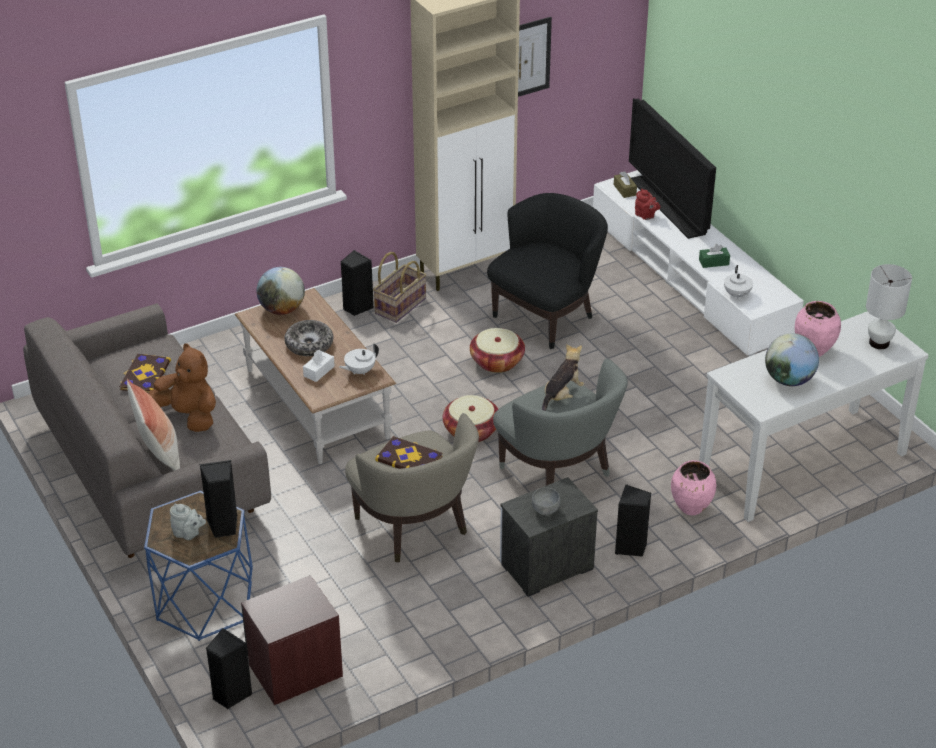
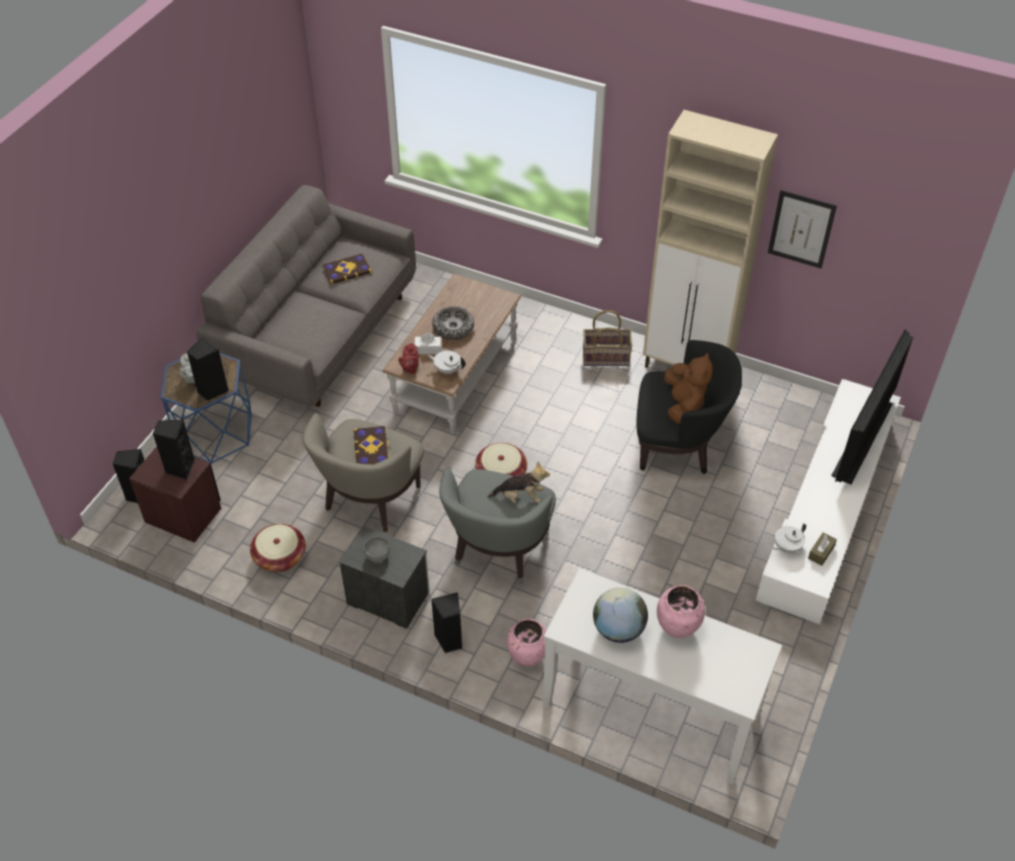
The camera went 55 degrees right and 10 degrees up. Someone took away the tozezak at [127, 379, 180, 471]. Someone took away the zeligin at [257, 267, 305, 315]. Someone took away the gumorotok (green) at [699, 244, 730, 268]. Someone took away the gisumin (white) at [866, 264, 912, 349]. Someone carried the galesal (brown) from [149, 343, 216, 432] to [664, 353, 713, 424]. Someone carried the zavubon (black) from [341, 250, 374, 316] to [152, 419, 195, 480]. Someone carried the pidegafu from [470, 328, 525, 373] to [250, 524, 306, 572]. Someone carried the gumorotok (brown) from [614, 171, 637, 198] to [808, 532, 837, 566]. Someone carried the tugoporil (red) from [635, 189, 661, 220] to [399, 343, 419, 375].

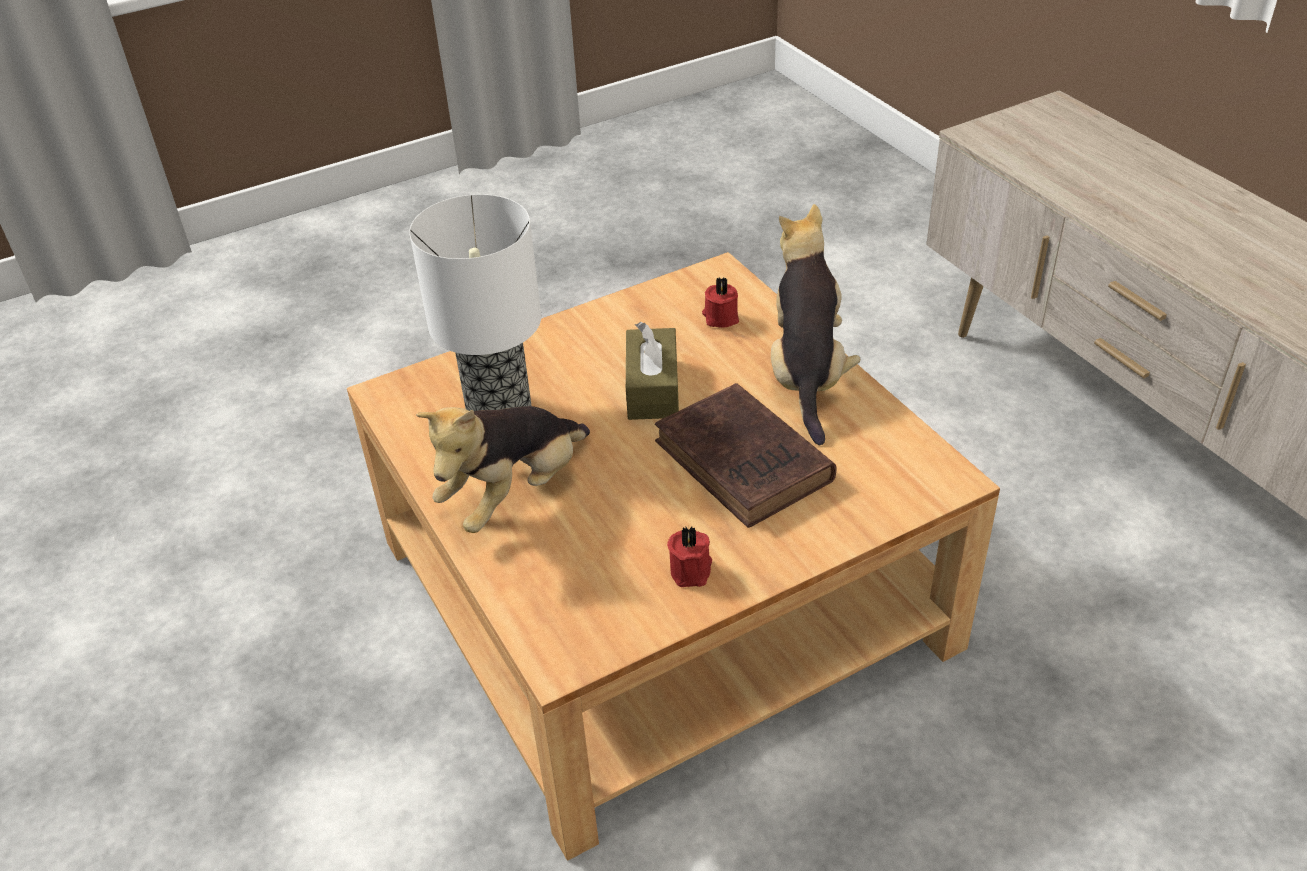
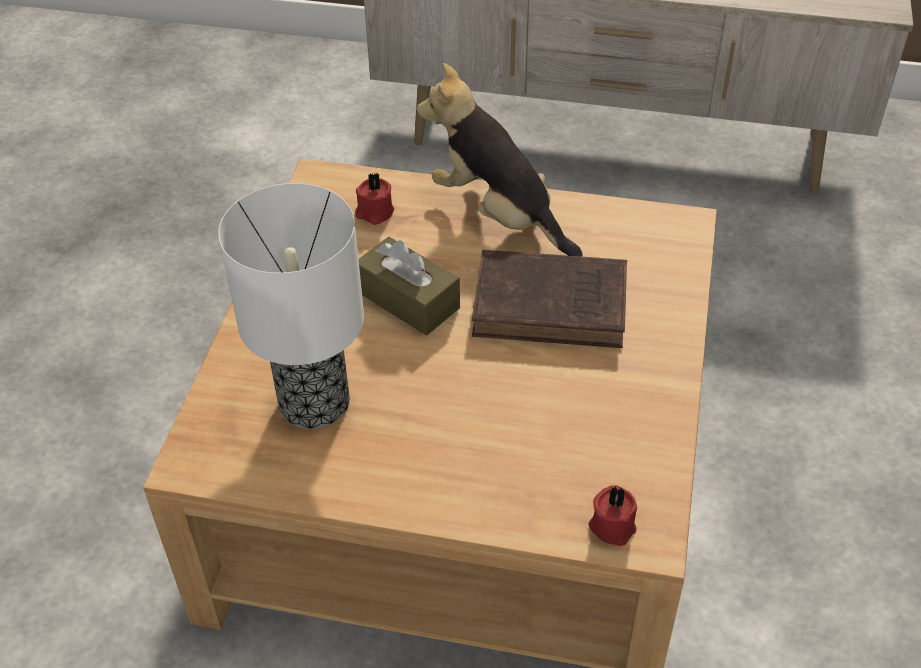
The camera went 50 degrees left and 5 degrees up. Someone took away the galesal at [416, 406, 590, 533]. Someone carried the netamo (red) from [667, 526, 712, 587] to [589, 485, 637, 546].

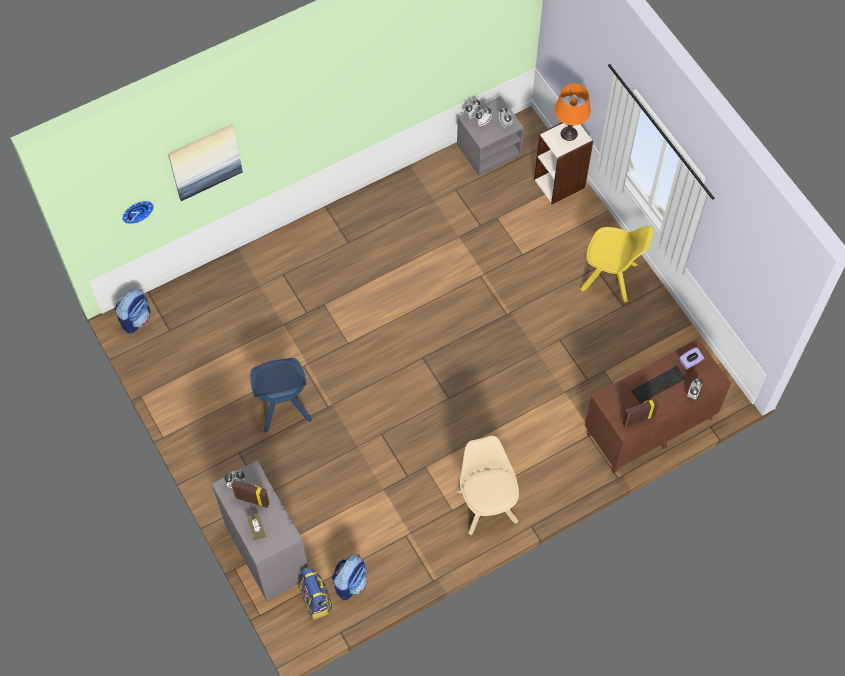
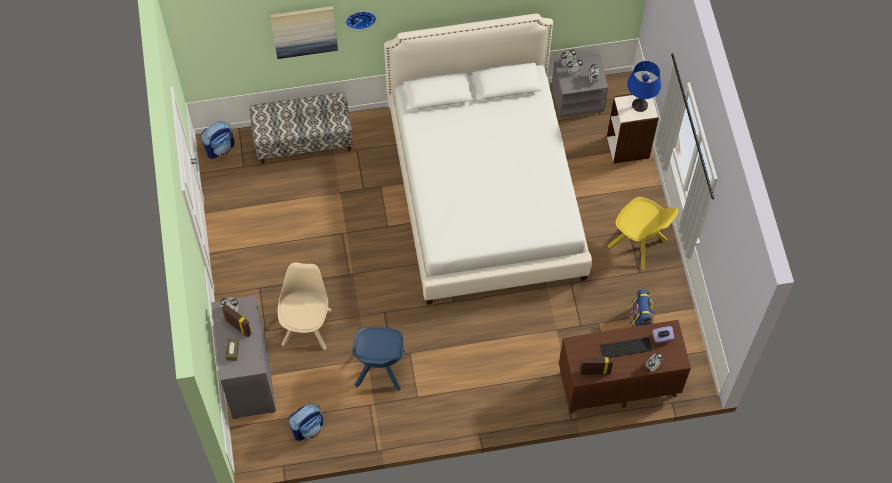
The camera went 20 degrees right and 0 degrees up. Someone put down the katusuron at [250, 92, 353, 164]. Someone put down the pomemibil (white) at [384, 14, 592, 305]. Someone carried the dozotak from [122, 201, 154, 224] to [346, 11, 376, 30]. Someone carried the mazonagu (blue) from [250, 358, 312, 433] to [352, 327, 405, 392]. Someone carried the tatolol from [299, 568, 333, 620] to [629, 289, 654, 327]. Someone carried the mazonagu (beige) from [456, 436, 519, 536] to [278, 262, 332, 350]. Someone repainted the gisumin (orange) at [554, 84, 591, 141], which became the gisumin (blue) at [627, 61, 661, 112].

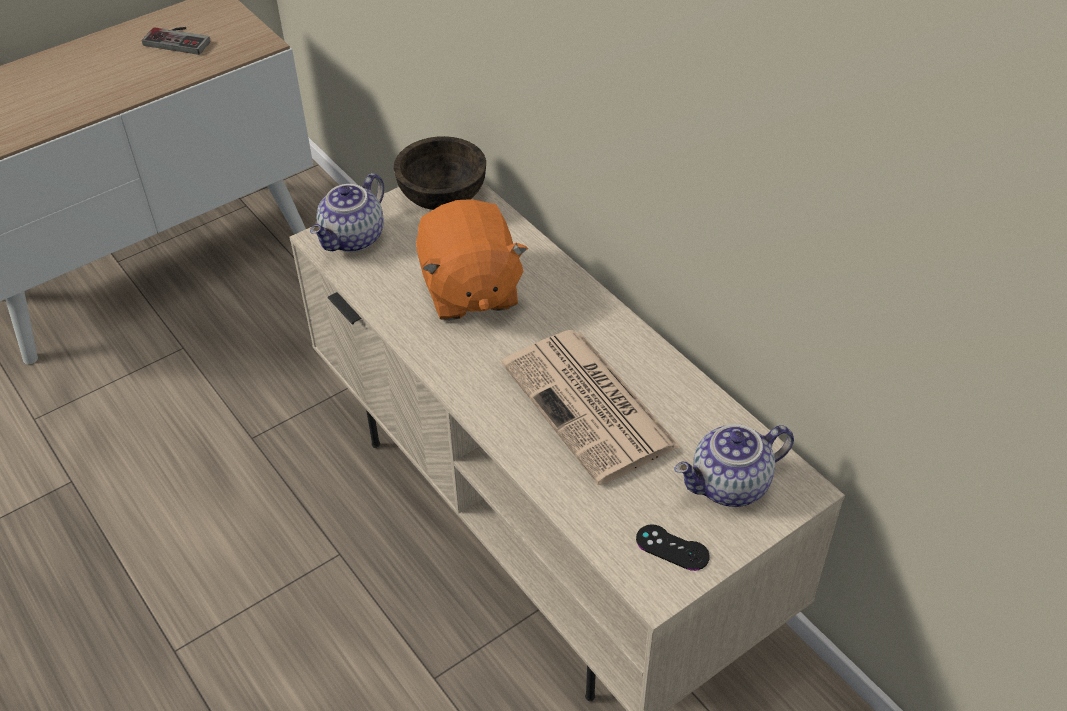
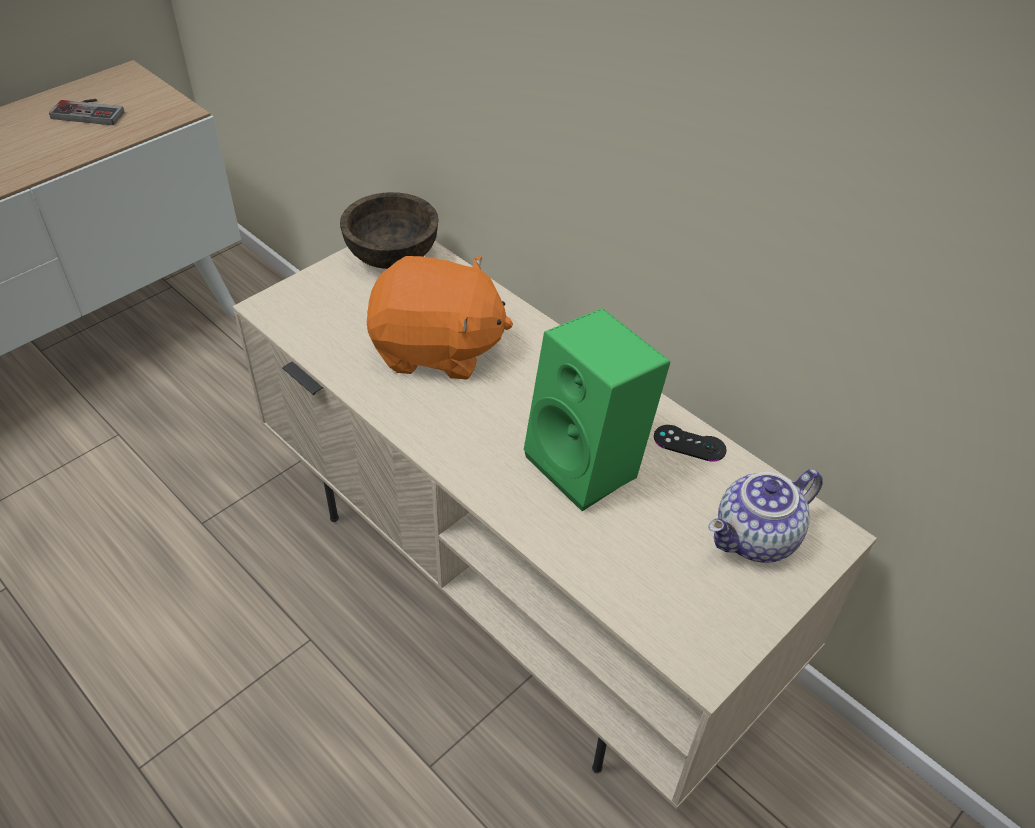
The camera went 10 degrees left and 0 degrees up. Someone took away the tugoporil at [310, 173, 384, 252]. Someone carried the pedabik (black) from [636, 525, 710, 571] to [654, 425, 727, 462]. Someone swapped the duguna at [502, 330, 681, 485] for the zavubon (green) at [524, 308, 670, 511]. Someone rotated the galesal (orange) at [416, 199, 528, 321] by 60 degrees counterclockwise.

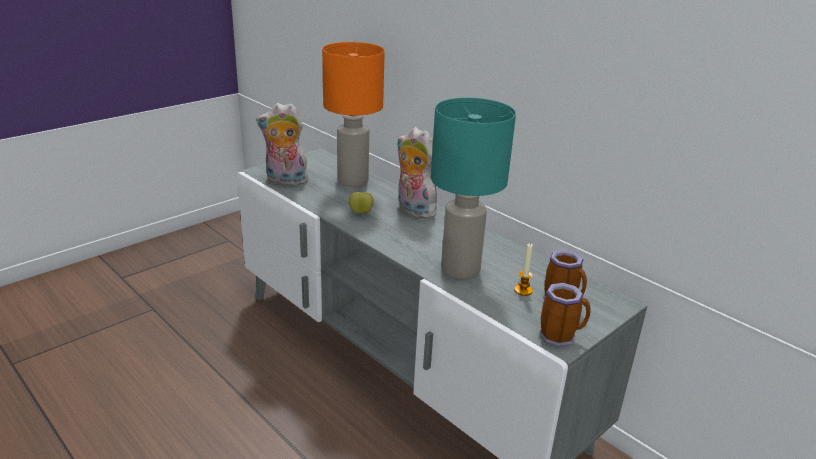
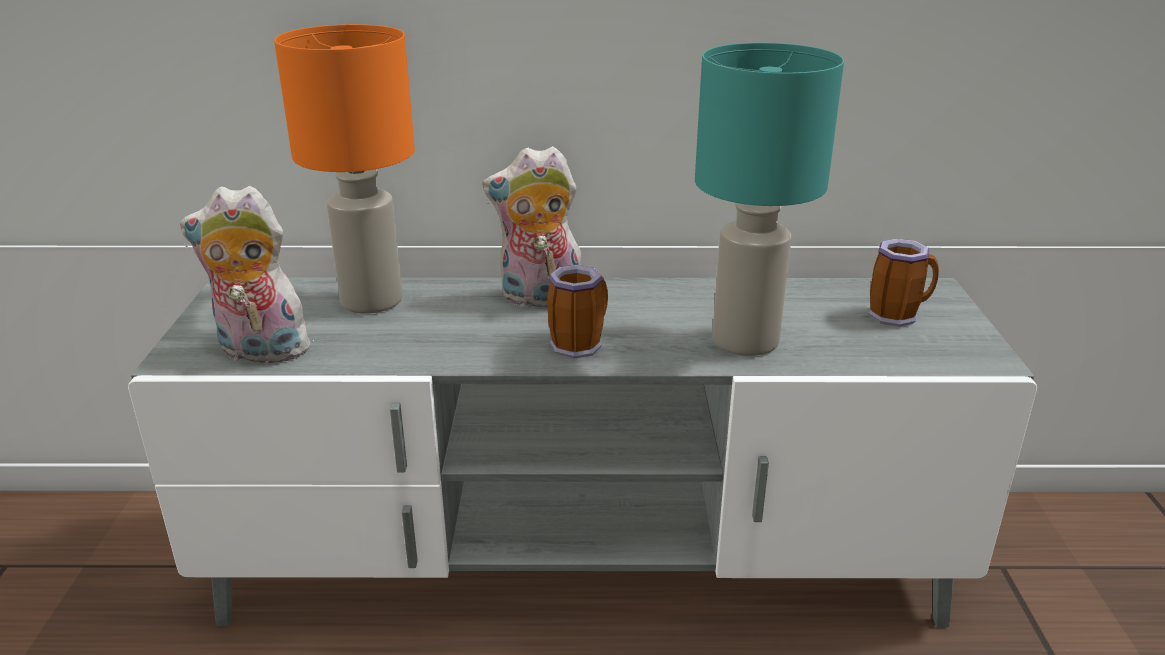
The camera went 45 degrees left and 0 degrees up. Someone took away the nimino at [349, 192, 374, 214]. Someone took away the netamo at [514, 243, 533, 296]. Someone carried the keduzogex from [539, 283, 591, 347] to [548, 265, 608, 359]. Someone rotated the galesal at [256, 103, 308, 186] by 45 degrees clockwise.

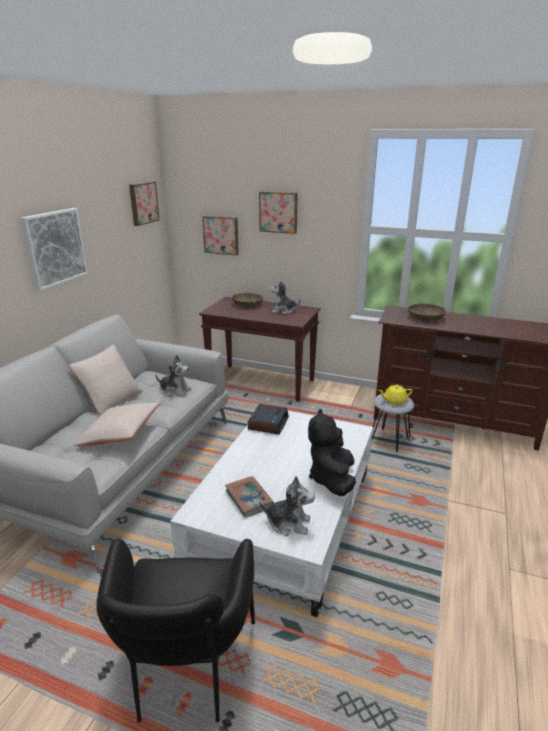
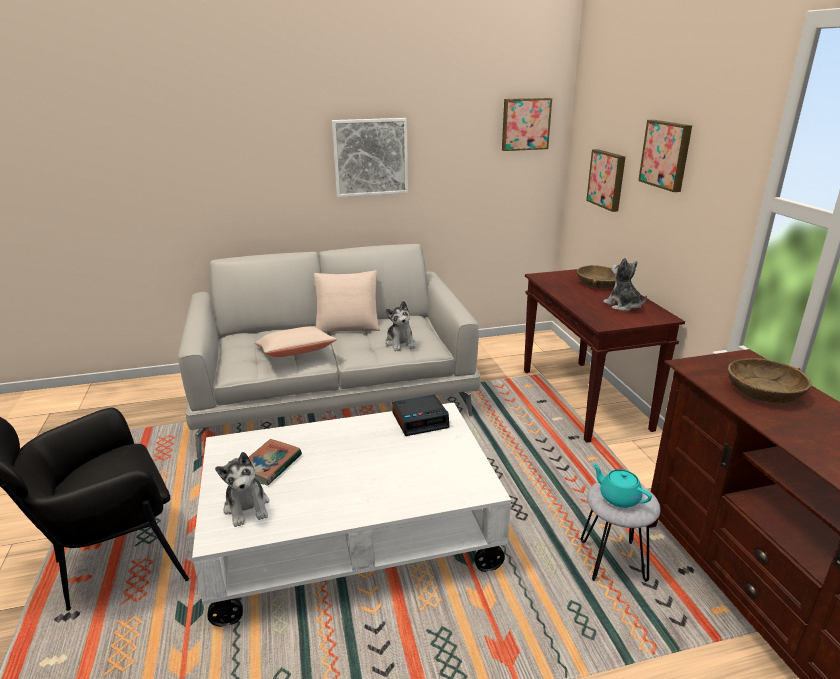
The camera went 55 degrees right and 0 degrees up. Someone took away the galesal (black) at [308, 409, 356, 496]. Someone repainted the tugoporil (yellow) at [378, 385, 413, 405], which became the tugoporil (turquoise) at [592, 463, 652, 508].

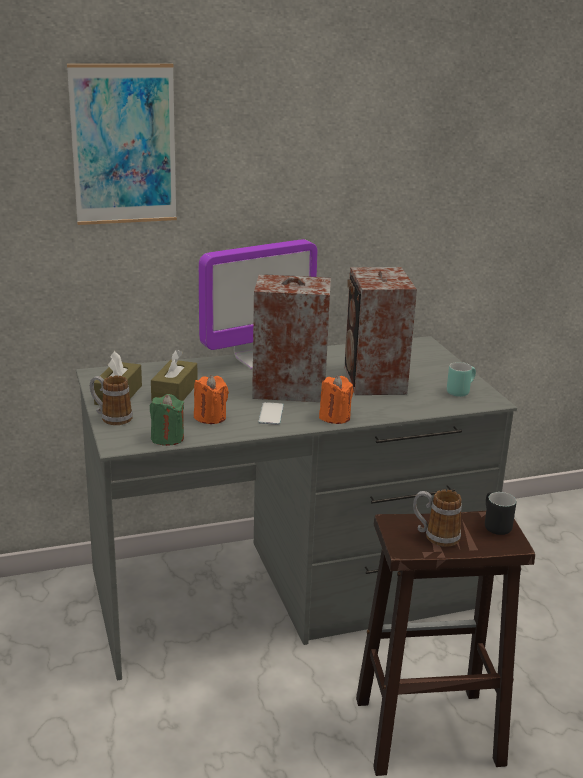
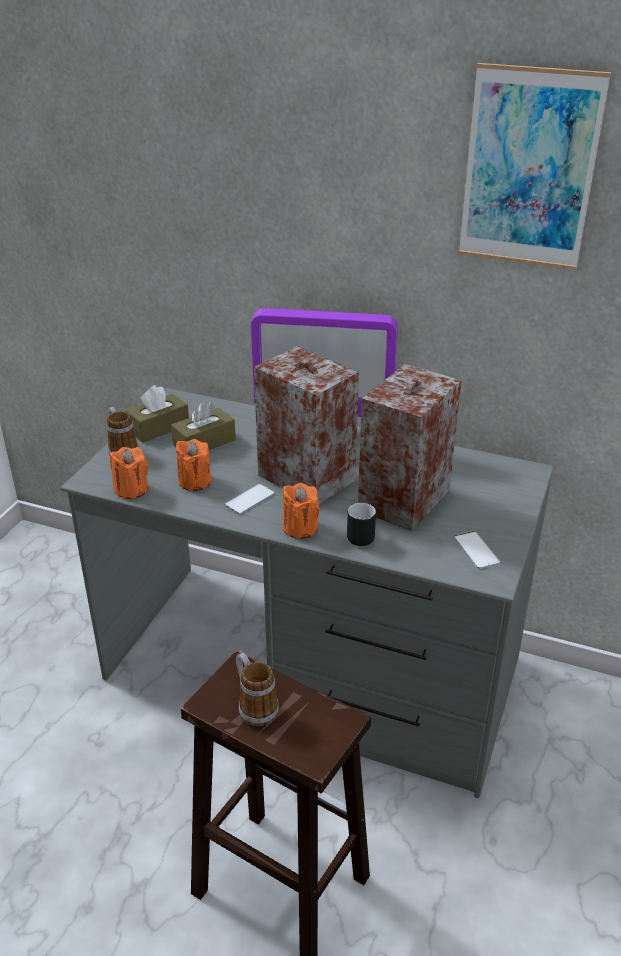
The camera went 40 degrees right and 10 degrees up. Someone carried the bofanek from [67, 64, 177, 225] to [459, 63, 611, 270]. Someone carried the keduzogex (black) from [485, 492, 516, 535] to [347, 503, 376, 546]. Someone swapped the keduzogex (turquoise) at [447, 362, 476, 397] for the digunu at [454, 531, 500, 569]. Someone repainted the netamo (green) at [150, 394, 184, 446], which became the netamo (orange) at [110, 447, 148, 499].

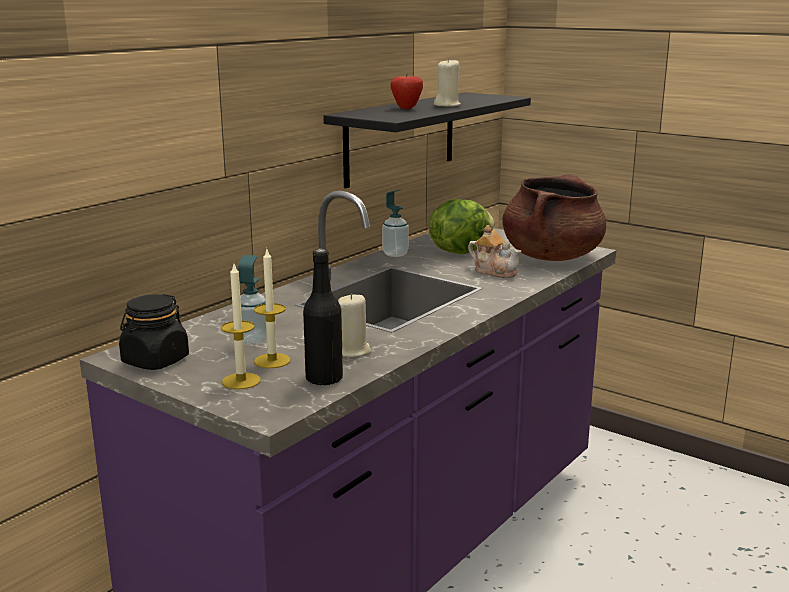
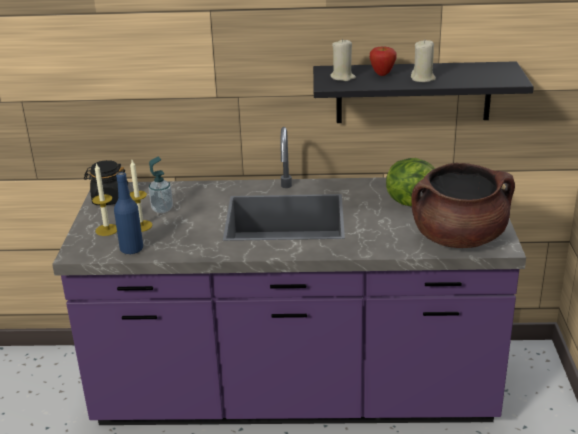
The camera went 55 degrees right and 10 degrees up. Someone took away the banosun at [382, 189, 409, 257]. Someone took away the tugoporil at [468, 225, 522, 278]. Someone carried the netamo (beige) from [338, 293, 372, 357] to [330, 38, 356, 81]. Someone repainted the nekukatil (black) at [303, 249, 343, 386], which became the nekukatil (blue) at [114, 172, 143, 254].

